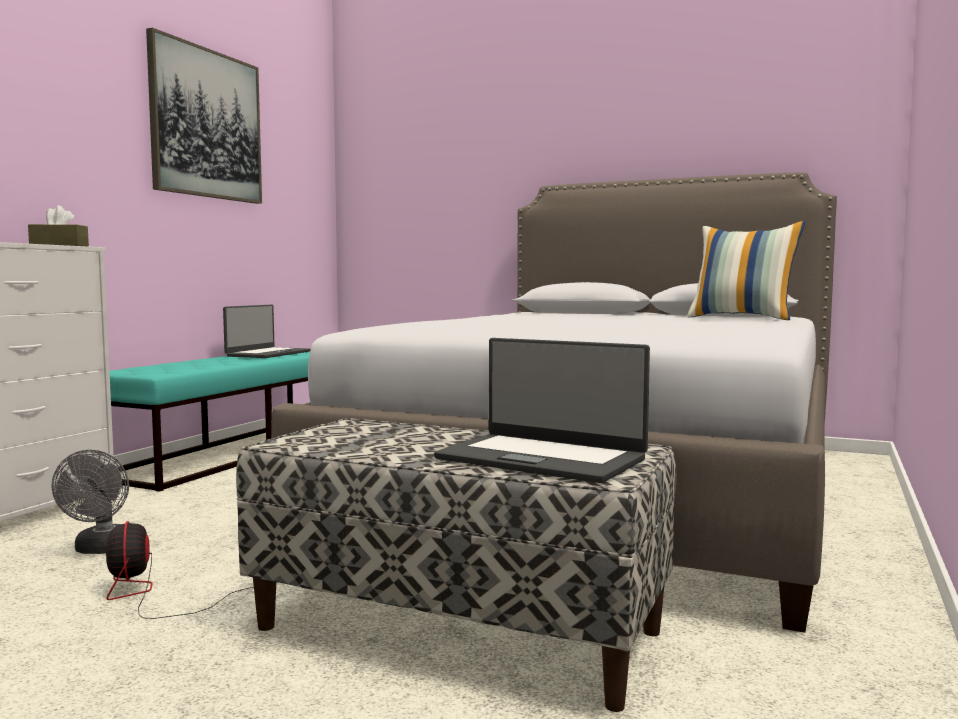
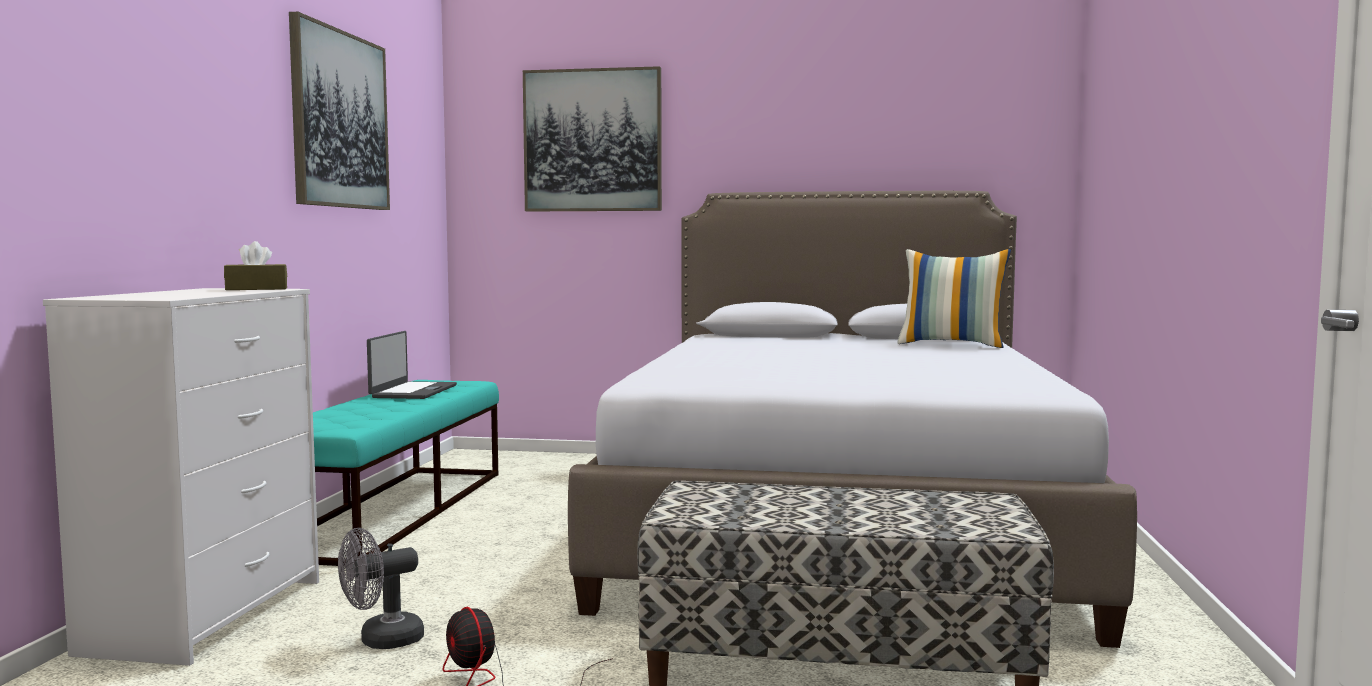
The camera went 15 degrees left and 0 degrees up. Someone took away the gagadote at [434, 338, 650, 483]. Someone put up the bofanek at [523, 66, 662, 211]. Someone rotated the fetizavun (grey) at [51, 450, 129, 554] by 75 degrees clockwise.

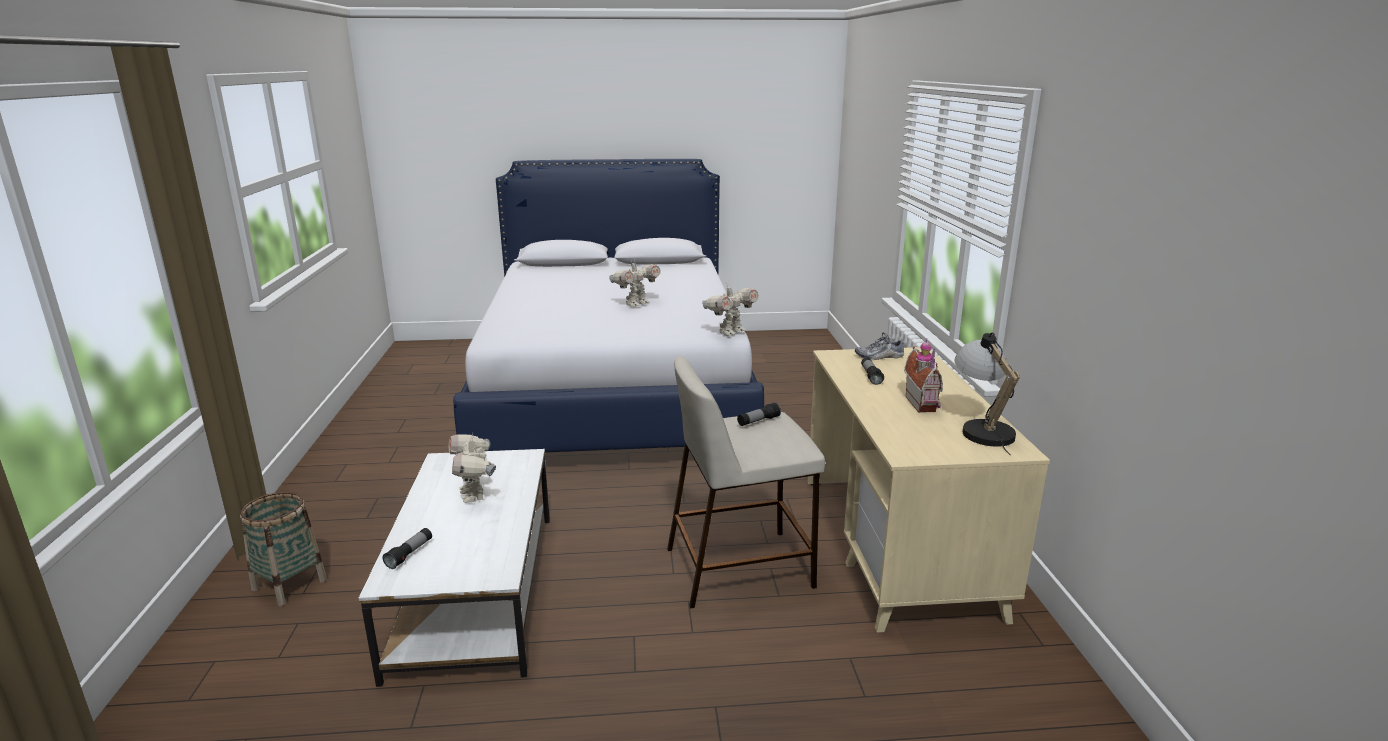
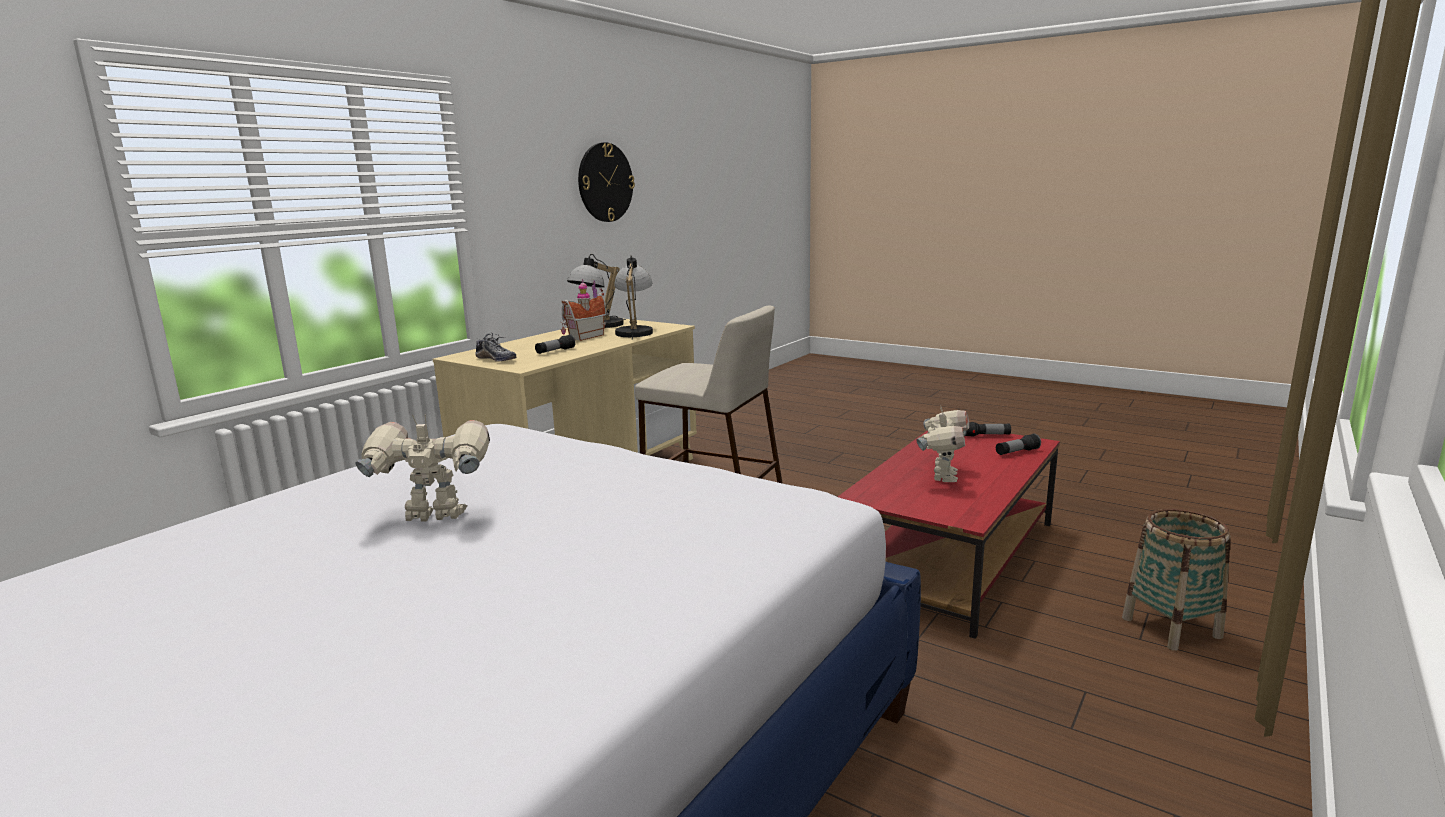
The camera went 140 degrees left and 5 degrees down. Someone took away the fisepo at [702, 283, 759, 336]. Someone put up the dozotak at [578, 142, 635, 222]. Someone put down the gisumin at [614, 256, 653, 340]. Someone carried the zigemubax from [737, 402, 781, 426] to [963, 422, 1011, 437]. Someone repainted the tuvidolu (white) at [359, 449, 550, 687], which became the tuvidolu (red) at [838, 431, 1060, 639].

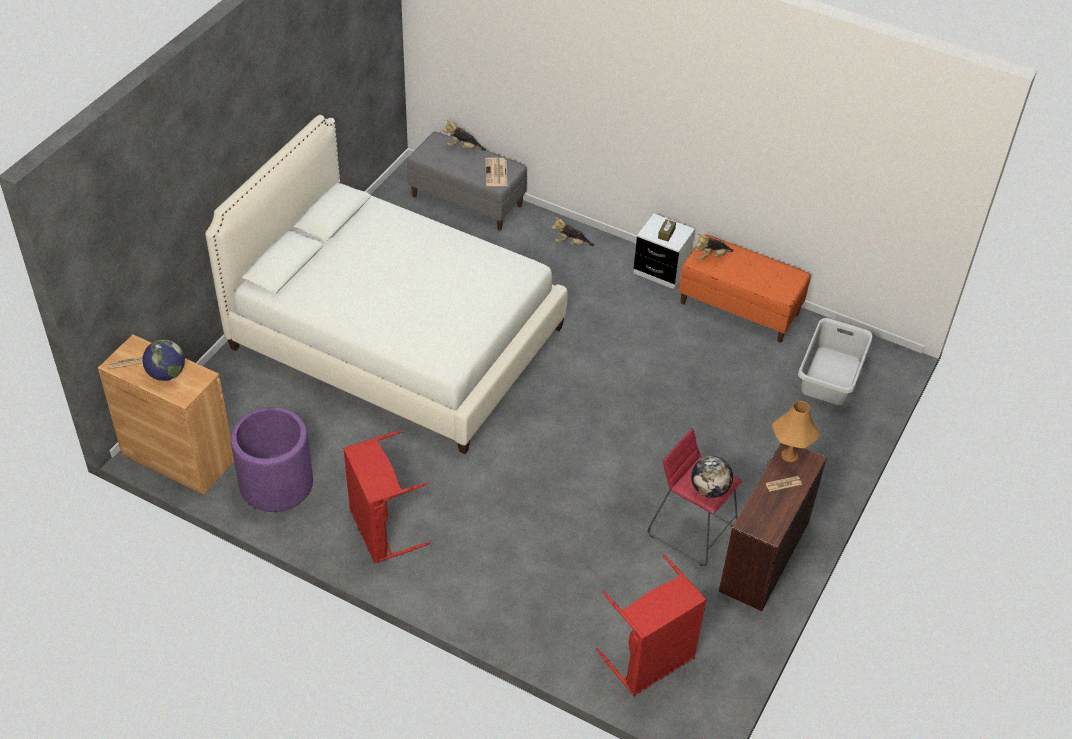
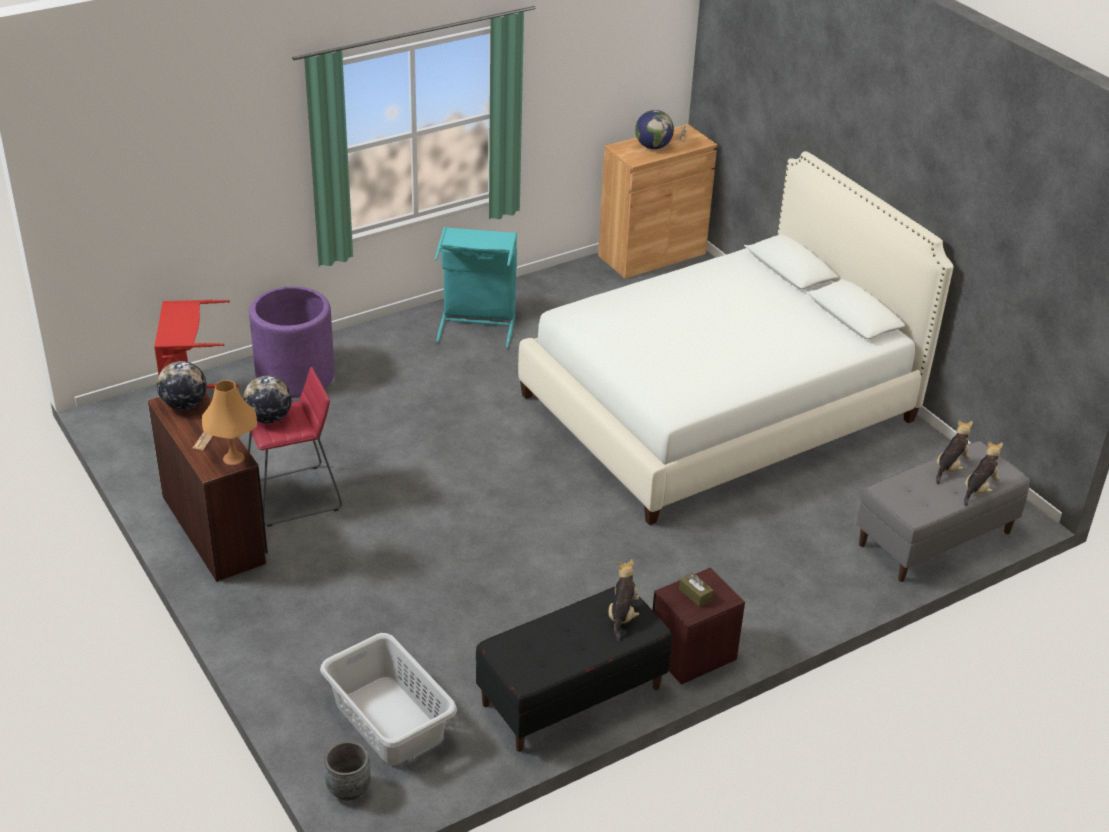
The camera went 120 degrees right and 10 degrees down. Someone took away the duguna at [485, 158, 507, 186]. Someone put down the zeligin at [157, 361, 207, 410]. Someone put down the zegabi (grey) at [324, 740, 371, 801]. Someone carried the zegabi (purple) from [231, 407, 313, 512] to [249, 287, 335, 398]. Someone carried the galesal from [552, 217, 594, 246] to [936, 419, 973, 485]. Someone repainted the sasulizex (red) at [343, 430, 431, 564], which became the sasulizex (turquoise) at [435, 227, 517, 348]. Someone repainted the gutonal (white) at [634, 214, 695, 289], which became the gutonal (brown) at [653, 567, 745, 685]. Someone repainted the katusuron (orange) at [678, 234, 811, 343], which became the katusuron (black) at [476, 587, 672, 752].

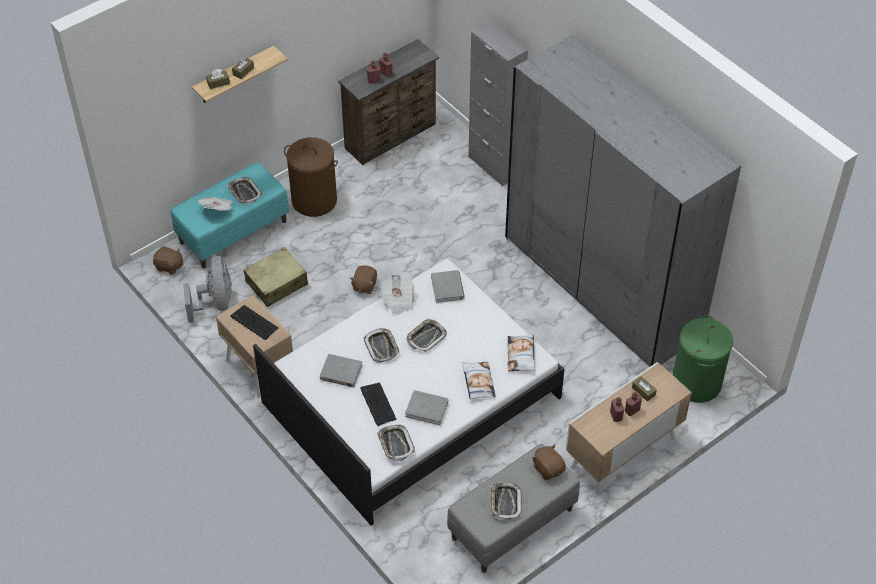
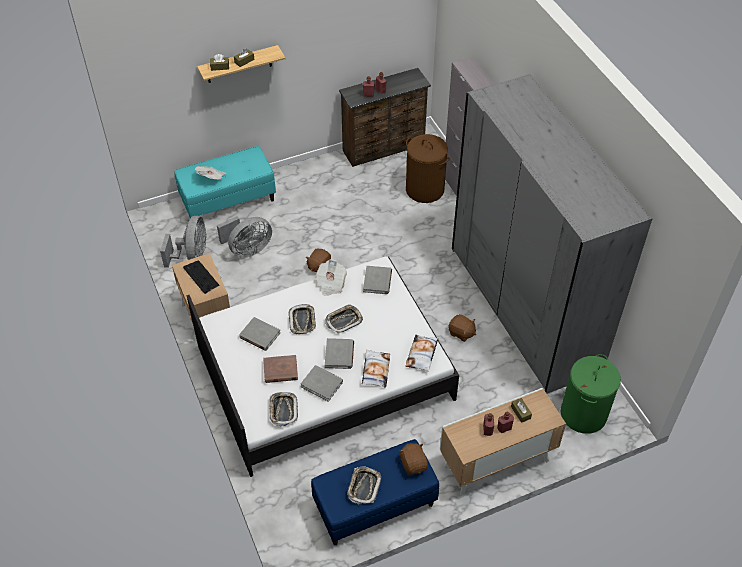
The camera went 15 degrees right and 0 degrees up. Someone took away the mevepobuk at [227, 177, 263, 204]. Someone put down the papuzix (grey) at [325, 338, 354, 369]. Someone carried the galesal (brown) from [153, 247, 184, 275] to [448, 314, 476, 342]. Someone carried the sasulizex (brown) from [284, 137, 338, 217] to [406, 134, 450, 203]. Someone swapped the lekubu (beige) at [244, 247, 308, 307] for the fetizavun (grey) at [217, 216, 272, 258]. Someone swapped the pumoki at [360, 383, 397, 426] for the papuzix (brown) at [263, 355, 298, 383]. Someone repainted the katusuron (grey) at [447, 444, 580, 573], which became the katusuron (blue) at [311, 439, 439, 545].

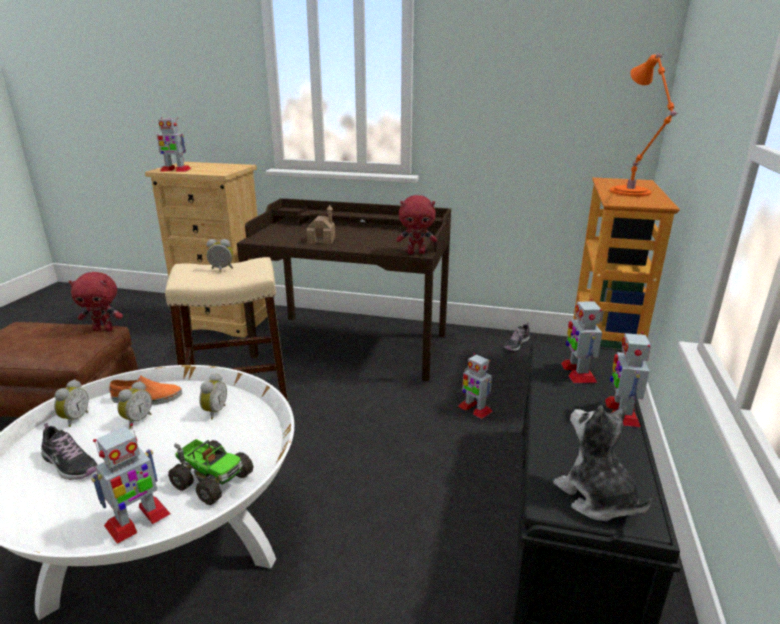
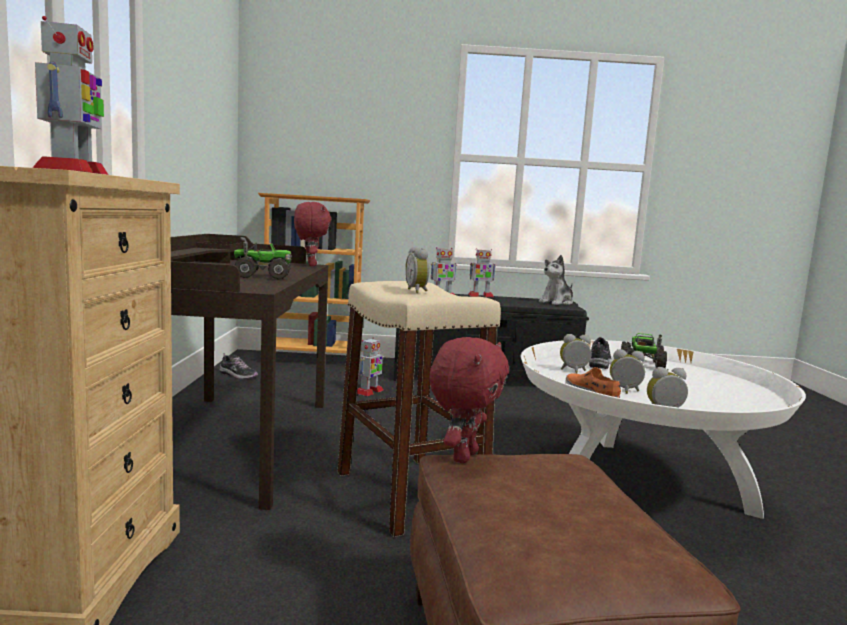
The camera went 105 degrees left and 15 degrees down. Someone took away the fisepo at [91, 423, 171, 544]. Someone took away the gisumin (orange) at [610, 53, 679, 197]. Someone carried the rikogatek from [41, 423, 98, 480] to [589, 337, 613, 369]. Someone swapped the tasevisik at [307, 205, 335, 244] for the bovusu at [234, 237, 292, 279]. Someone rotated the galesal (red) at [68, 272, 123, 331] by 45 degrees clockwise.

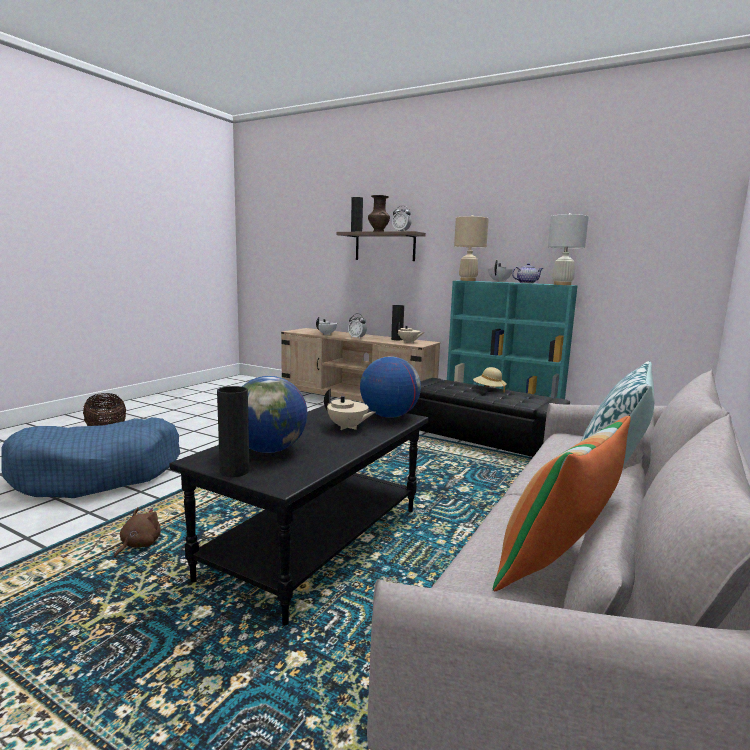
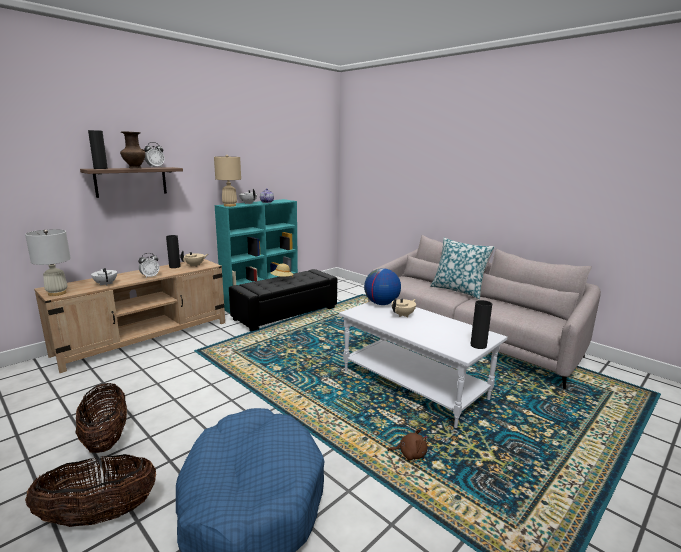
The camera went 75 degrees left and 5 degrees up. Someone took away the zeligin at [242, 376, 308, 453]. Someone took away the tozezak at [493, 416, 631, 591]. Someone put down the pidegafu at [75, 383, 127, 453]. Someone carried the gisumin (white) from [548, 213, 589, 285] to [25, 229, 71, 296]. Someone repainted the tuvidolu (black) at [169, 405, 428, 625], which became the tuvidolu (white) at [339, 301, 507, 428]. Someone rotated the galesal (brown) at [114, 507, 161, 558] by 150 degrees clockwise.

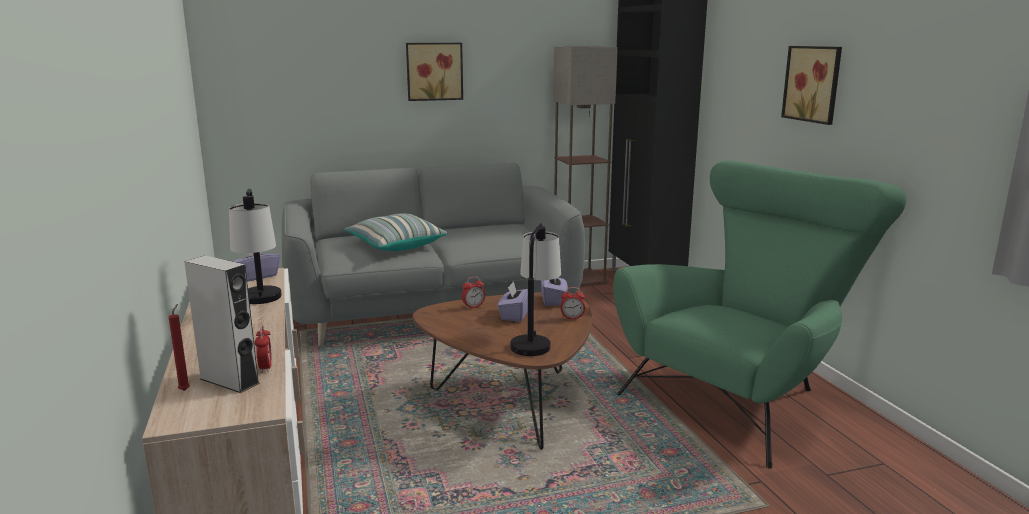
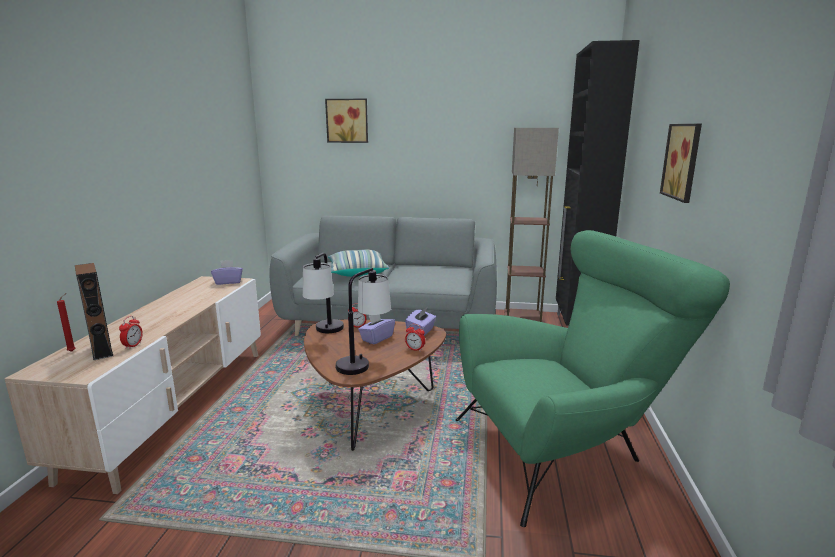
The camera went 25 degrees right and 0 degrees up. Someone carried the gisumin from [229, 189, 282, 304] to [303, 253, 344, 333]. Someone carried the bofanek from [406, 43, 463, 101] to [325, 99, 368, 143]. Someone repainted the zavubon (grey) at [184, 256, 260, 393], which became the zavubon (brown) at [75, 263, 113, 360].

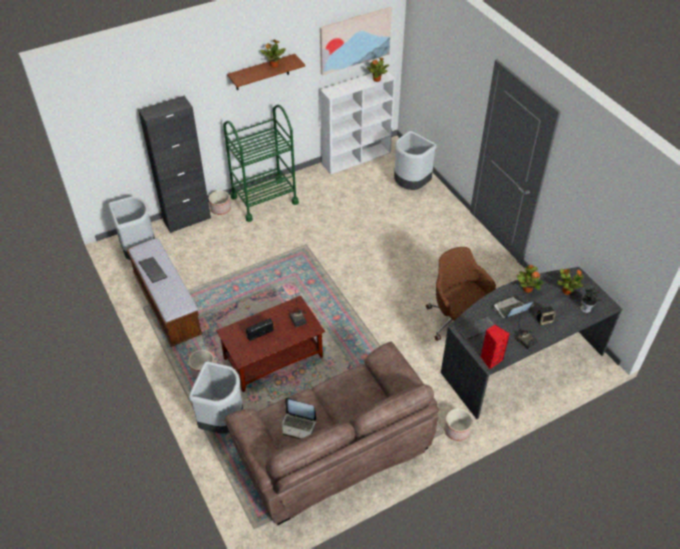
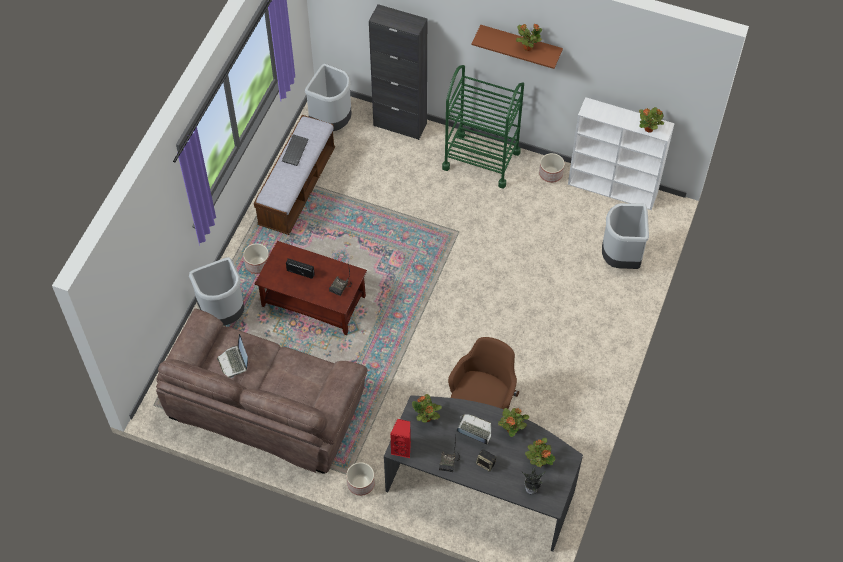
The camera went 50 degrees right and 10 degrees up. Someone took away the bofanek at [320, 7, 392, 76]. Someone carried the zegabi from [209, 191, 231, 215] to [539, 153, 565, 183]. Someone swapped the pumoki at [456, 316, 495, 340] for the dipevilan at [412, 394, 442, 422].

